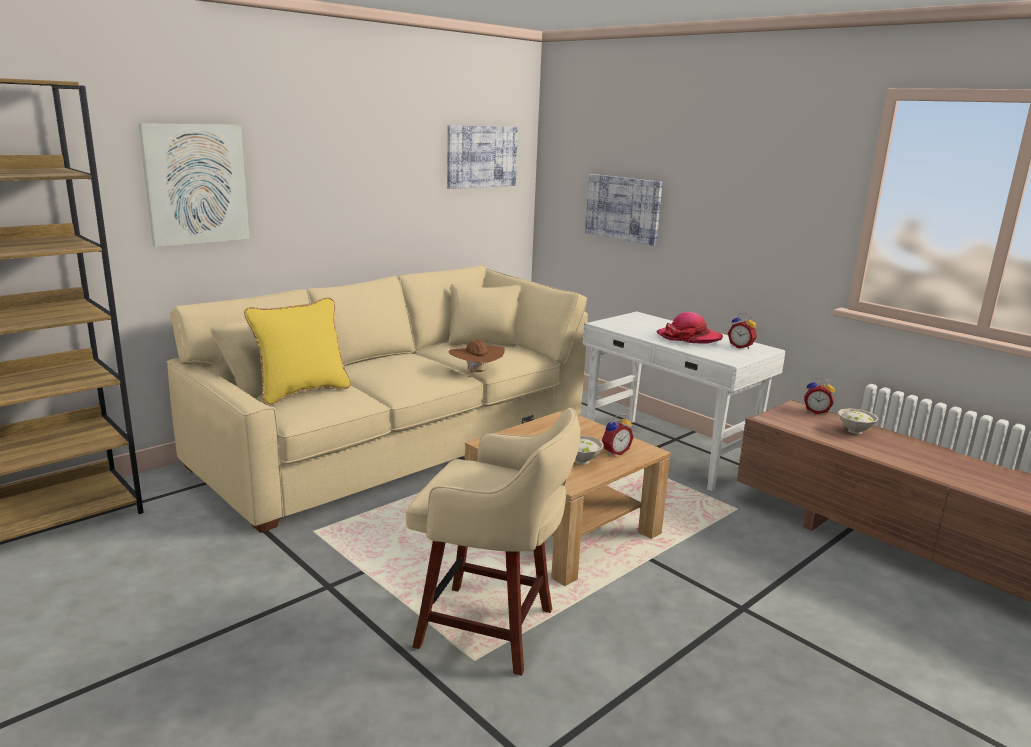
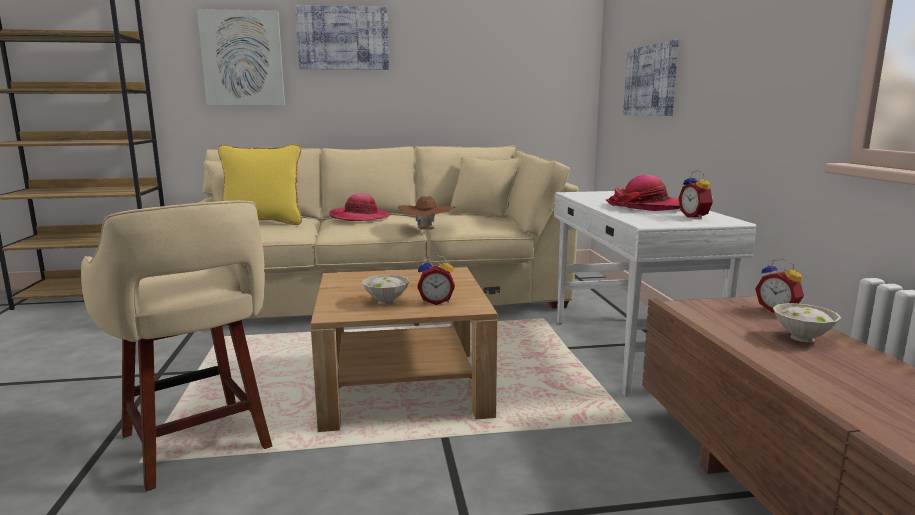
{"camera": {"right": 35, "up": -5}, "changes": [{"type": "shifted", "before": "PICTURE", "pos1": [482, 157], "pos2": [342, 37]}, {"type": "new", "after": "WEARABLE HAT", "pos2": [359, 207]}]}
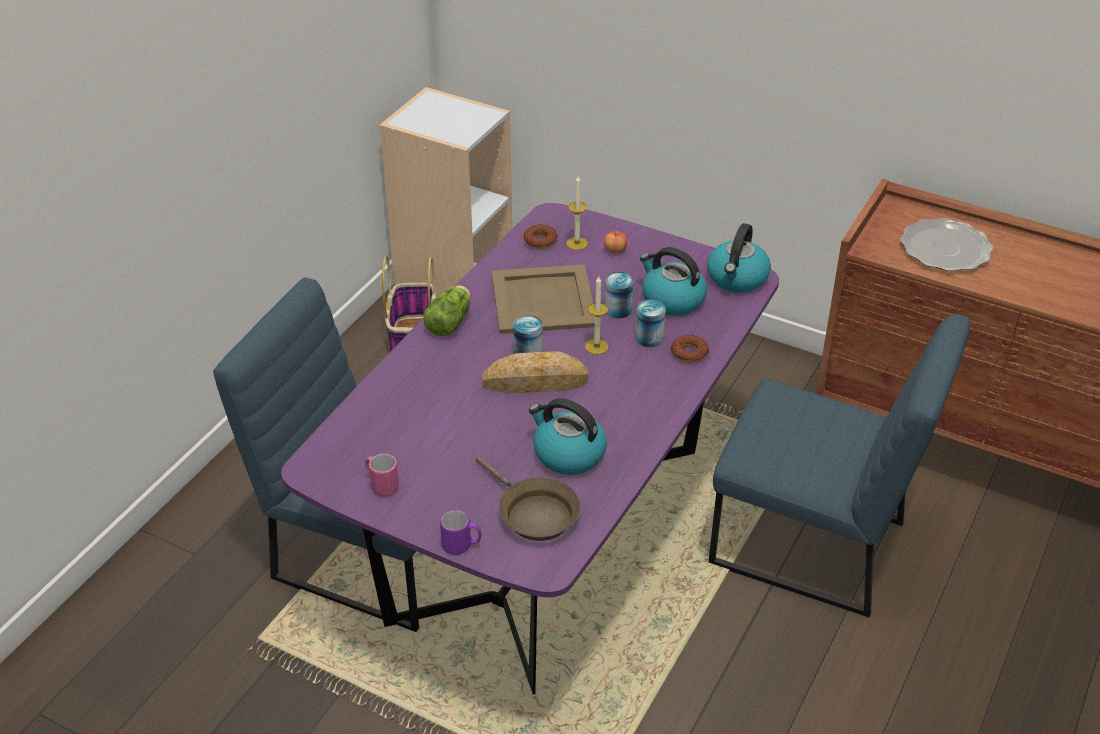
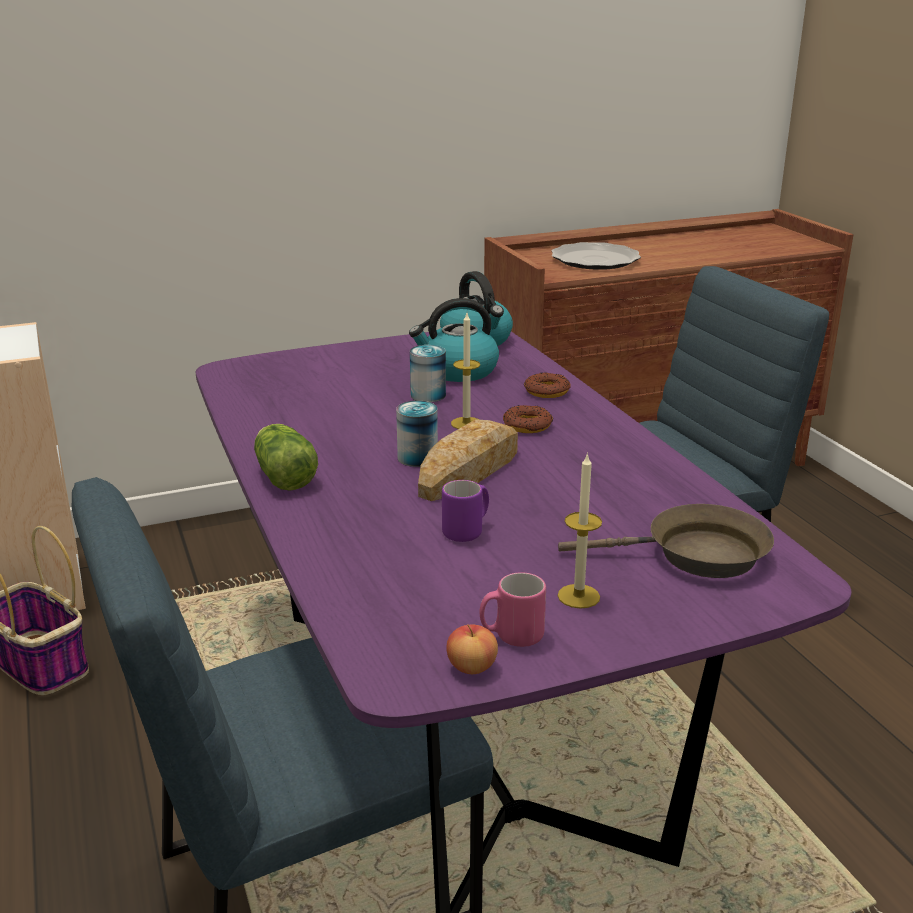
{"camera": {"right": -50, "up": -15}, "changes": [{"type": "shifted", "before": "PURPLISH TEA MUG", "pos1": [460, 532], "pos2": [465, 511]}, {"type": "gone", "before": "BEIGE-COLOURED SERVING TRAY", "pos1": [543, 299]}, {"type": "shifted", "before": "DONUT", "pos1": [540, 236], "pos2": [528, 419]}, {"type": "gone", "before": "WATER KETTLE", "pos1": [568, 436]}, {"type": "shifted", "before": "CANDLE", "pos1": [577, 213], "pos2": [580, 531]}, {"type": "shifted", "before": "APPLE FRUIT", "pos1": [615, 242], "pos2": [472, 649]}, {"type": "gone", "before": "CAN", "pos1": [650, 323]}]}
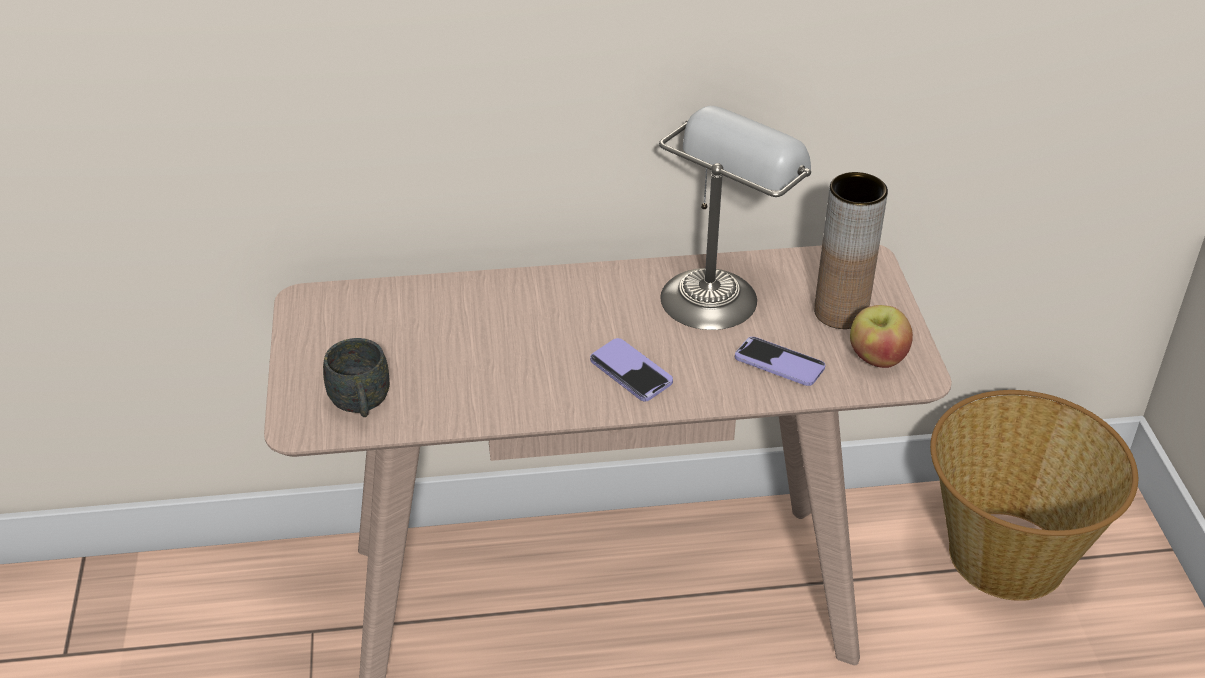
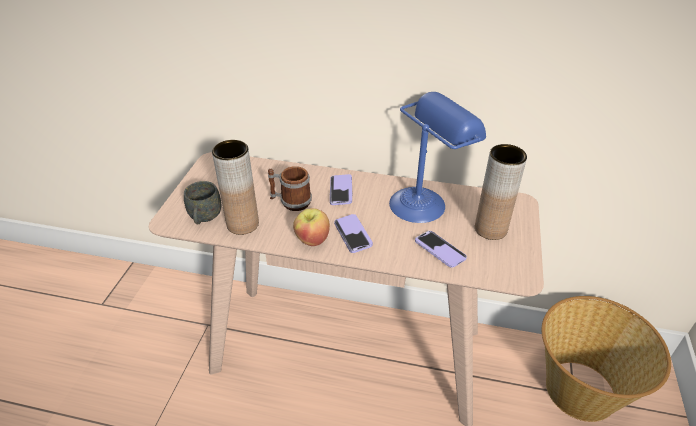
{"camera": {"right": 20, "up": 0}, "changes": [{"type": "repainted", "before": "WHITISH LAMP FOR A TABLE", "after": "BLUE-COLOURED LAMP FOR A TABLE", "pos1": [735, 218], "pos2": [437, 157]}, {"type": "shifted", "before": "APPLE FRUIT", "pos1": [881, 336], "pos2": [311, 227]}, {"type": "new", "after": "BROWNISH FLOWER VASE", "pos2": [235, 187]}, {"type": "new", "after": "TEA MUG", "pos2": [290, 188]}, {"type": "new", "after": "PHONE", "pos2": [341, 189]}]}
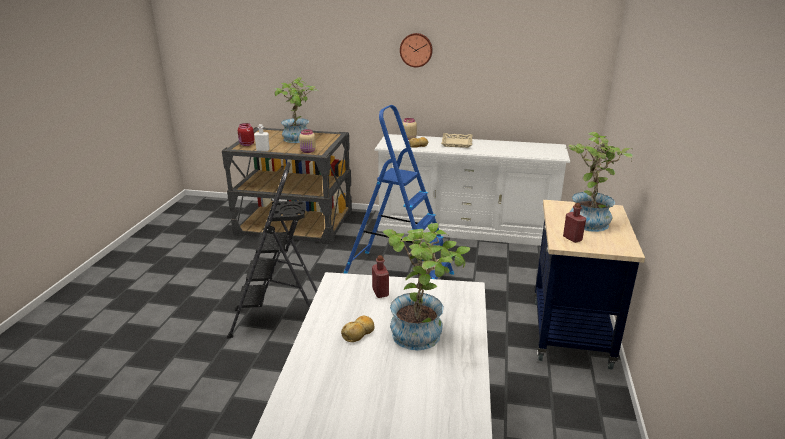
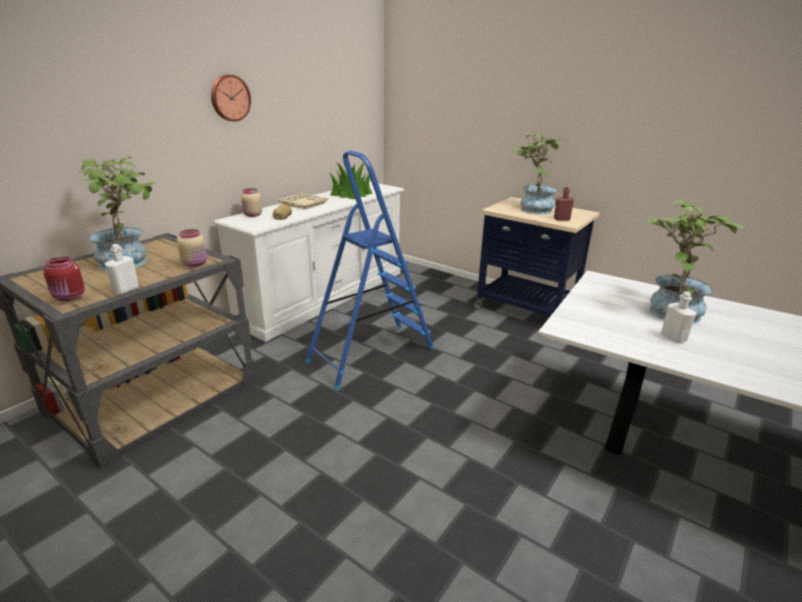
{"camera": {"right": -65, "up": 0}, "changes": [{"type": "gone", "before": "STEPLADDER", "pos1": [272, 250]}, {"type": "swapped", "before": "BAKERY BREAD", "after": "WHITISH BOTTLE", "pos1": [358, 329], "pos2": [678, 317]}, {"type": "gone", "before": "REDDISH BOTTLE", "pos1": [380, 276]}, {"type": "new", "after": "PLANT IN A POT", "pos2": [351, 180]}]}
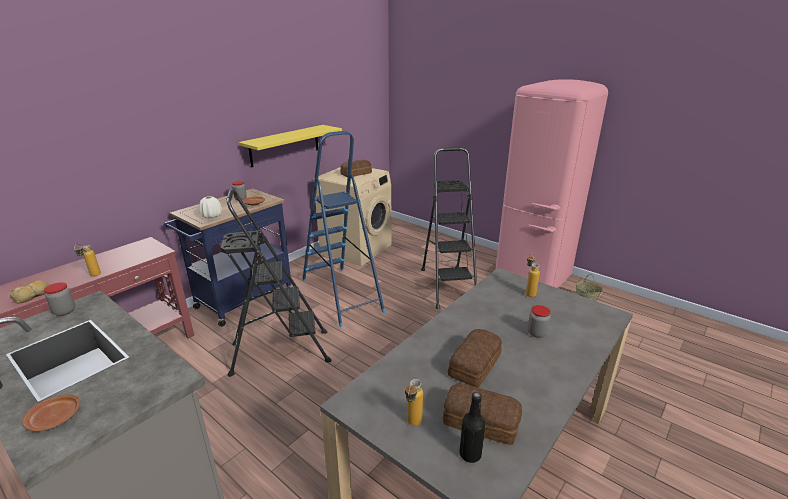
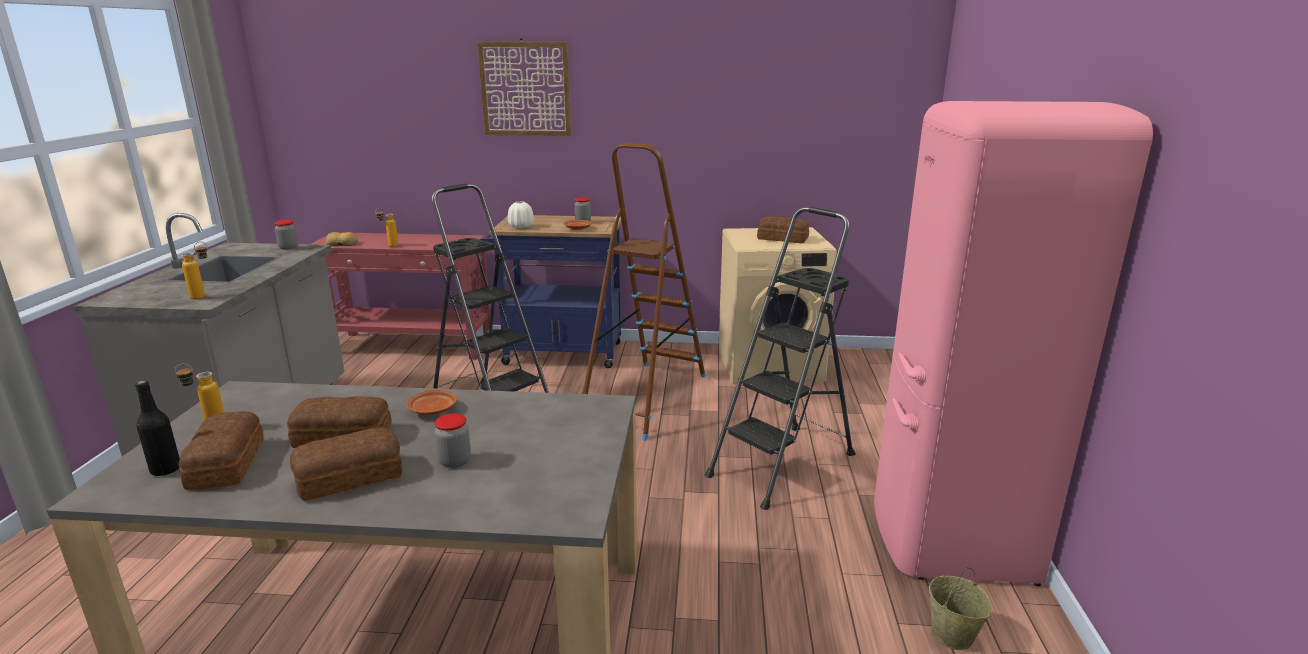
{"camera": {"right": 55, "up": -5}, "changes": [{"type": "shifted", "before": "BROWNISH PLATE", "pos1": [51, 413], "pos2": [432, 402]}, {"type": "gone", "before": "YELLOW SHELF", "pos1": [290, 146]}, {"type": "repainted", "before": "BLUE-COLOURED STEPLADDER", "after": "BROWNISH STEPLADDER", "pos1": [343, 229], "pos2": [644, 292]}, {"type": "shifted", "before": "BOTTLE", "pos1": [533, 275], "pos2": [194, 270]}, {"type": "new", "after": "BAKERY BREAD", "pos2": [346, 464]}, {"type": "new", "after": "PICTURE", "pos2": [524, 87]}]}
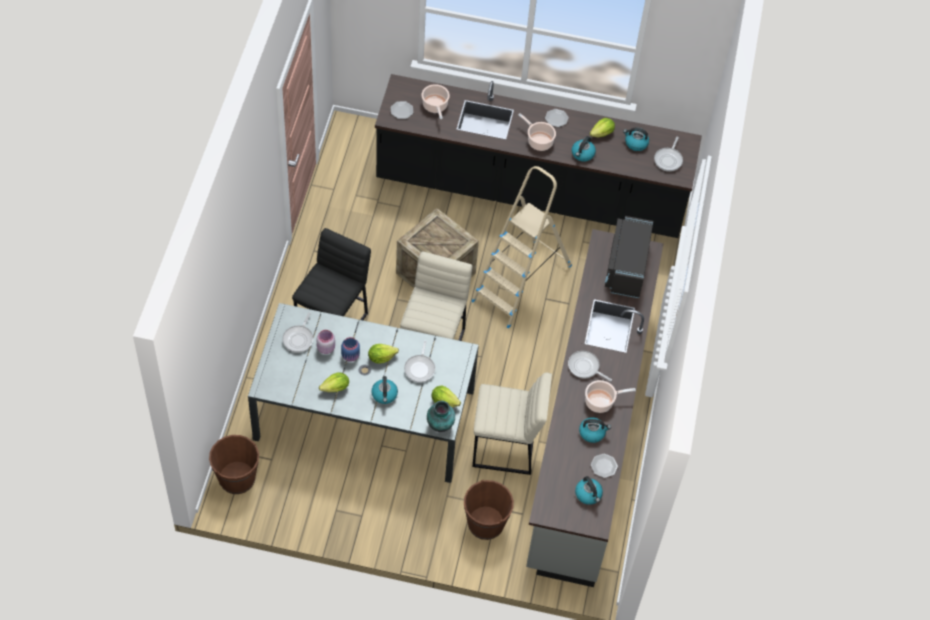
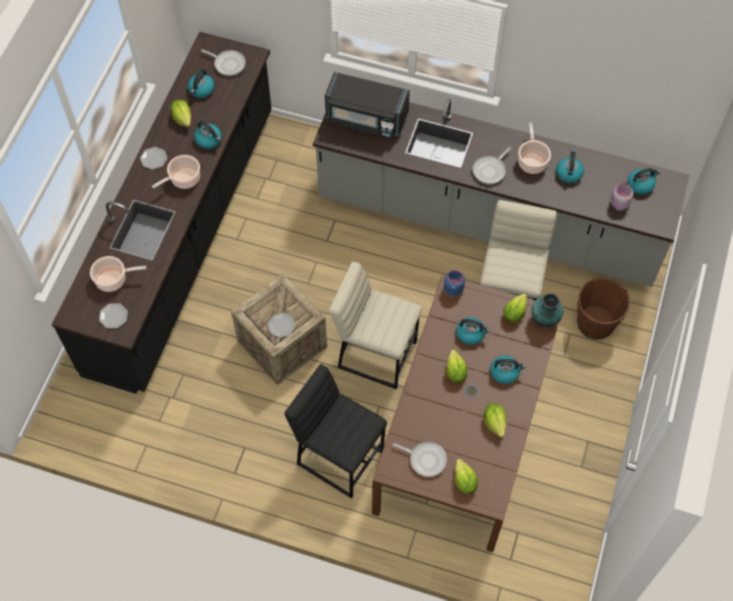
{"camera": {"right": -80, "up": 5}, "changes": [{"type": "gone", "before": "BROWNISH WATER BUCKET", "pos1": [234, 464]}, {"type": "repainted", "before": "GRAY DINING TABLE", "after": "BROWNISH DINING TABLE", "pos1": [363, 393], "pos2": [465, 413]}, {"type": "shifted", "before": "PINKISH PRESERVE JAR", "pos1": [325, 342], "pos2": [622, 196]}, {"type": "shifted", "before": "BLUE-COLOURED PRESERVE JAR", "pos1": [350, 349], "pos2": [454, 283]}, {"type": "swapped", "before": "FRYING PAN", "after": "WATER KETTLE", "pos1": [419, 361], "pos2": [473, 331]}, {"type": "gone", "before": "BEIGE-COLOURED STEPLADDER", "pos1": [522, 247]}, {"type": "shifted", "before": "PLATE", "pos1": [604, 466], "pos2": [282, 325]}, {"type": "new", "after": "LETTUCE", "pos2": [466, 476]}]}
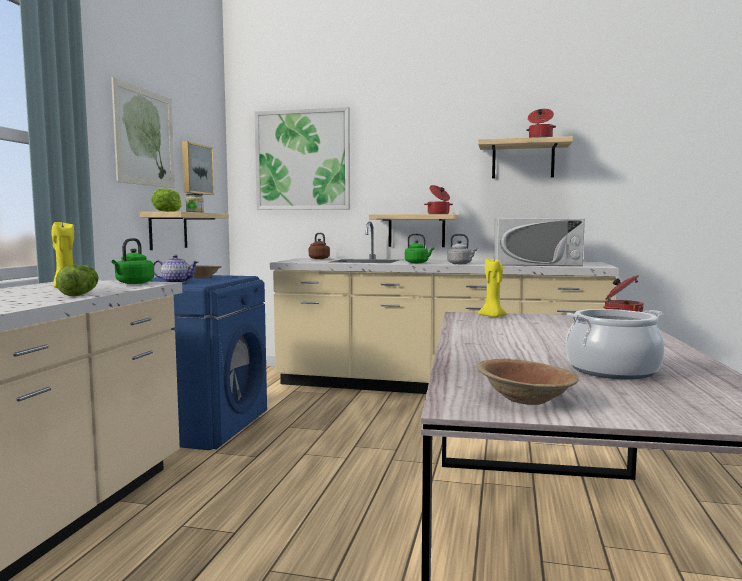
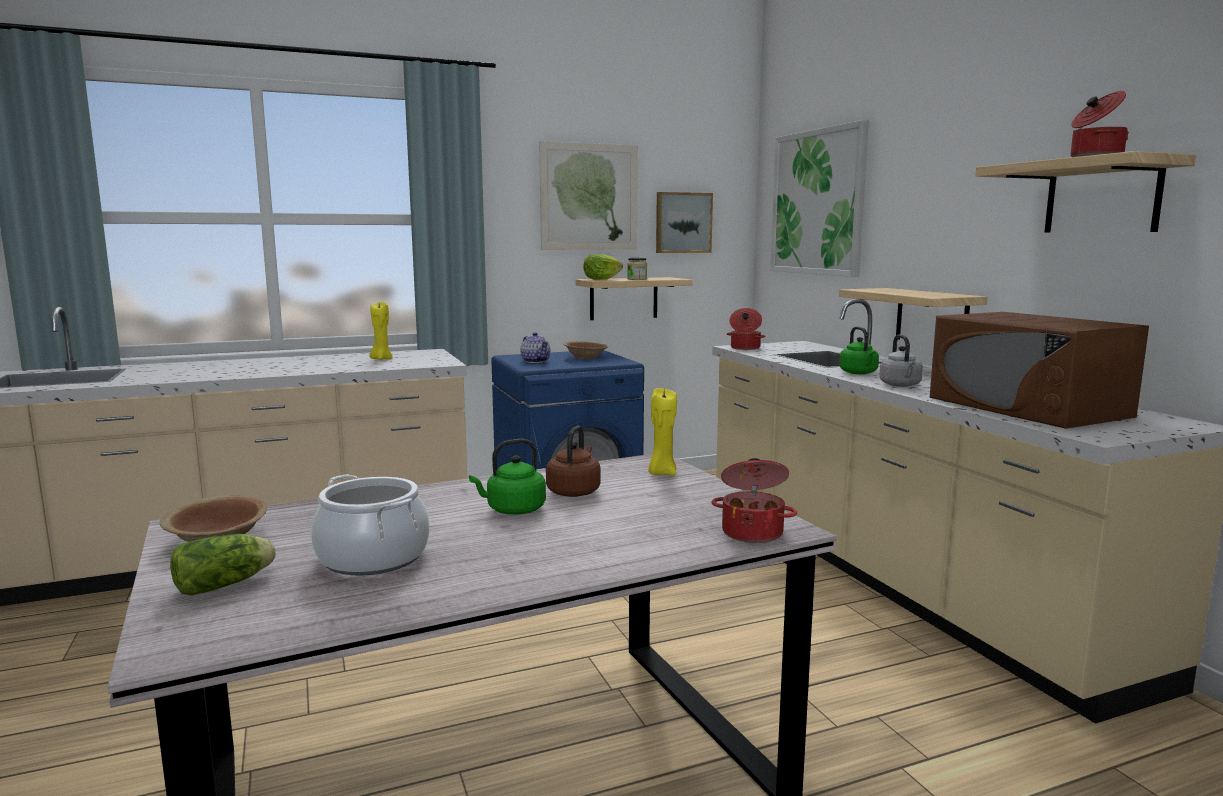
{"camera": {"right": 55, "up": 5}, "changes": [{"type": "shifted", "before": "LETTUCE", "pos1": [77, 280], "pos2": [223, 564]}, {"type": "shifted", "before": "GREEN WATER KETTLE", "pos1": [133, 261], "pos2": [507, 477]}, {"type": "shifted", "before": "BROWNISH WATER KETTLE", "pos1": [319, 246], "pos2": [573, 461]}, {"type": "shifted", "before": "STOCKPOT", "pos1": [438, 199], "pos2": [746, 329]}, {"type": "repainted", "before": "WHITISH MICROWAVE OVEN", "after": "BROWNISH MICROWAVE OVEN", "pos1": [539, 242], "pos2": [1039, 370]}]}
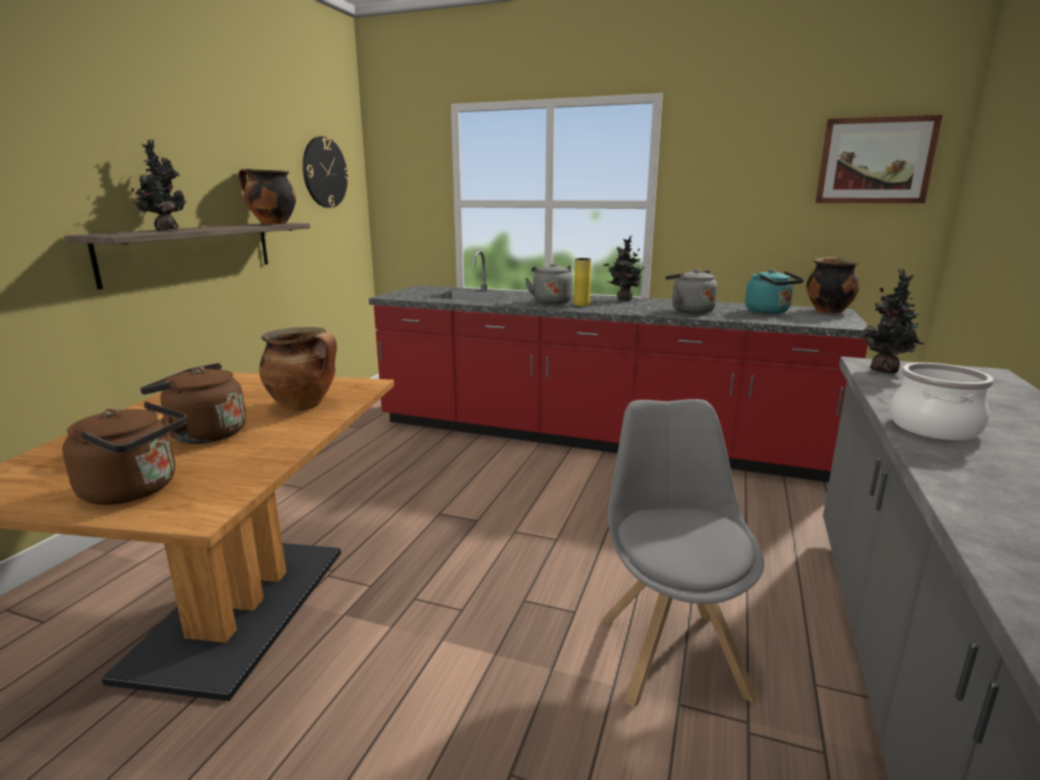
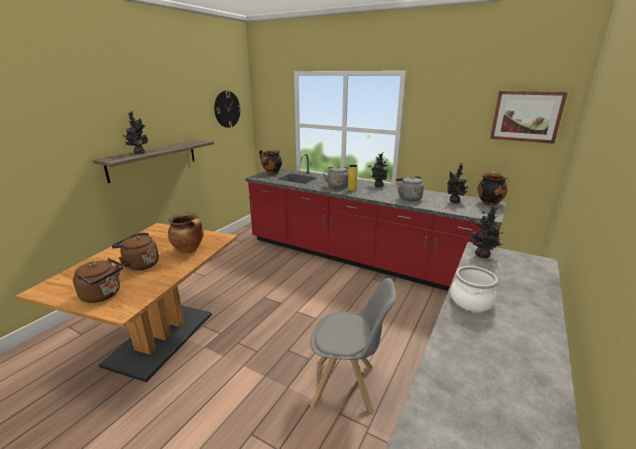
{"camera": {"right": 10, "up": 5}, "changes": [{"type": "shifted", "before": "STOCKPOT", "pos1": [267, 196], "pos2": [270, 161]}, {"type": "rotated", "before": "GRAY PLAIN CHAIR", "pos1": [682, 553], "pos2": [353, 346], "turn": 90}, {"type": "swapped", "before": "TURQUOISE-COLOURED WATER KETTLE", "after": "PLANT IN A POT", "pos1": [774, 291], "pos2": [457, 183]}]}
